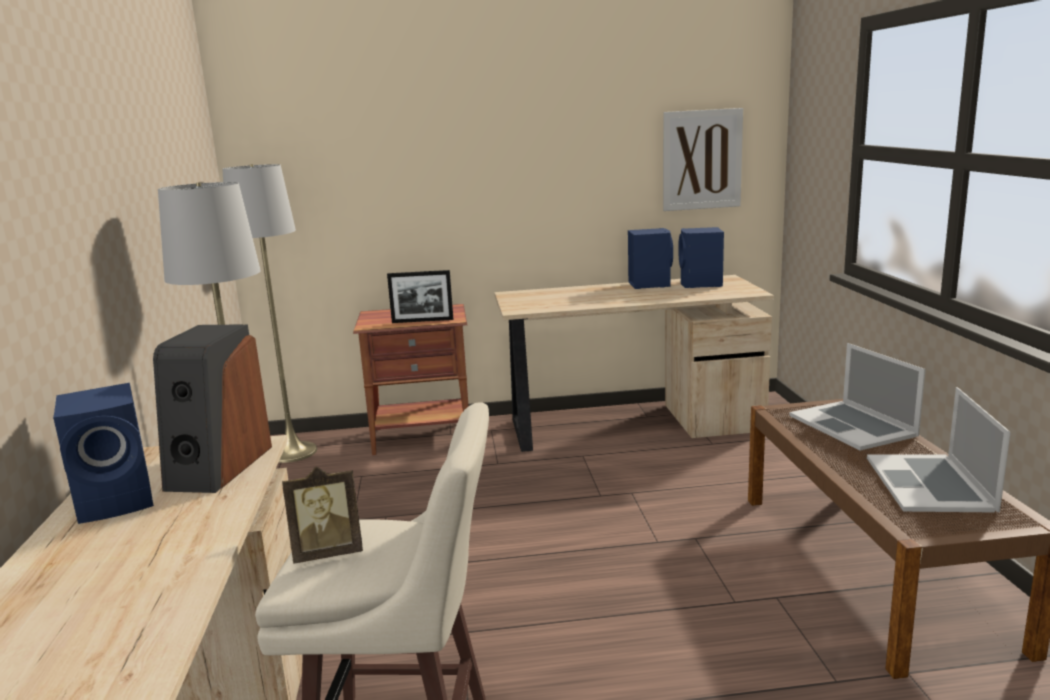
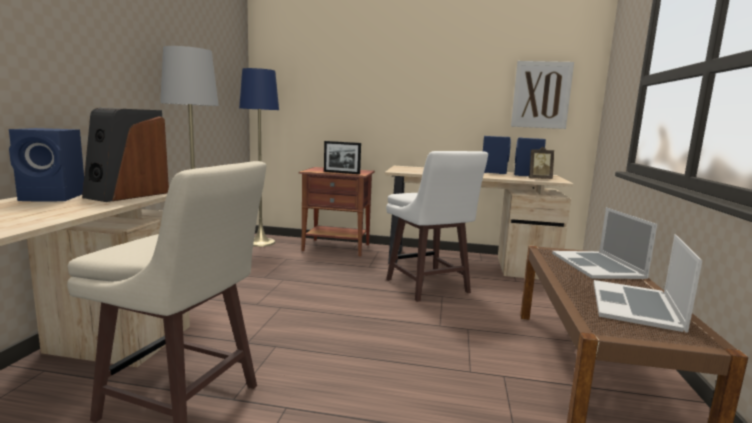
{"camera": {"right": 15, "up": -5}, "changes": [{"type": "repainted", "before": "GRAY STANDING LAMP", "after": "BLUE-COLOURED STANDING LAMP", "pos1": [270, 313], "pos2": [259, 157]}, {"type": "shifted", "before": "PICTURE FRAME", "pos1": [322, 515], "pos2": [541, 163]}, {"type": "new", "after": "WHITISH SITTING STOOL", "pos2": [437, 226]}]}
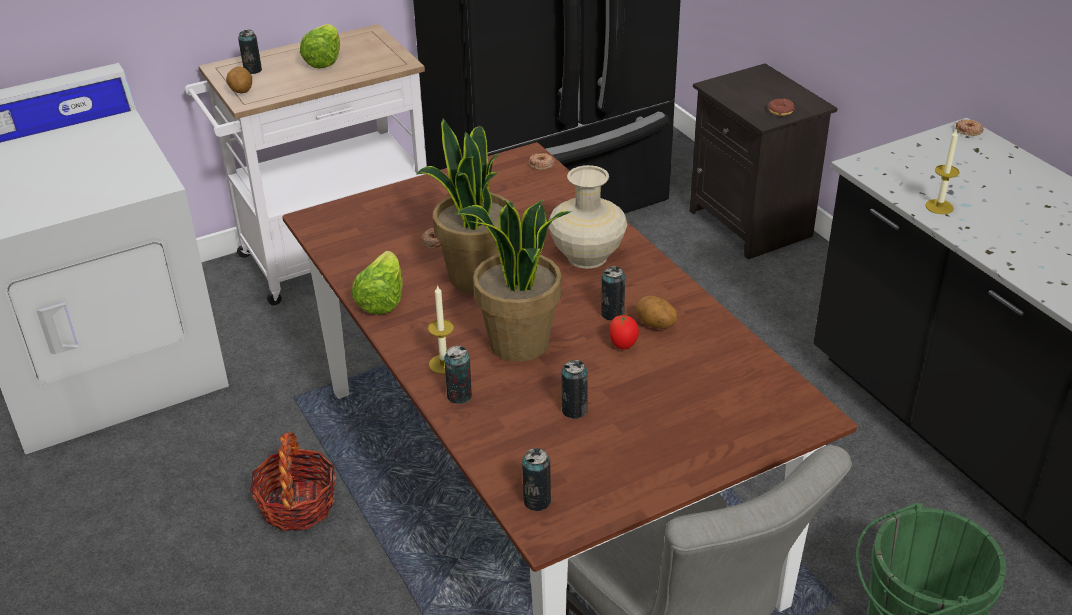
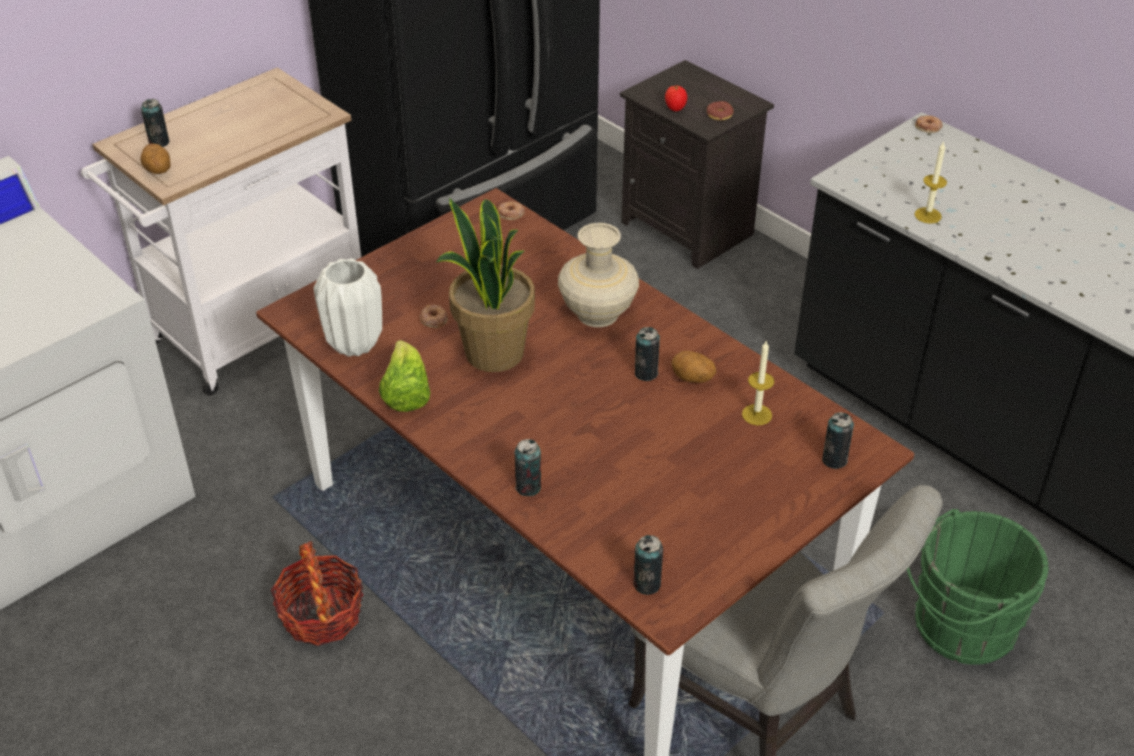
{"camera": {"right": -15, "up": 5}, "changes": [{"type": "gone", "before": "LETTUCE", "pos1": [320, 46]}, {"type": "shifted", "before": "CANDLE", "pos1": [441, 329], "pos2": [758, 383]}, {"type": "gone", "before": "PLANT IN A POT", "pos1": [513, 280]}, {"type": "shifted", "before": "CAN", "pos1": [575, 389], "pos2": [838, 440]}, {"type": "shifted", "before": "TOMATO", "pos1": [624, 332], "pos2": [676, 98]}, {"type": "new", "after": "WHITISH FLOWER VASE", "pos2": [347, 307]}]}
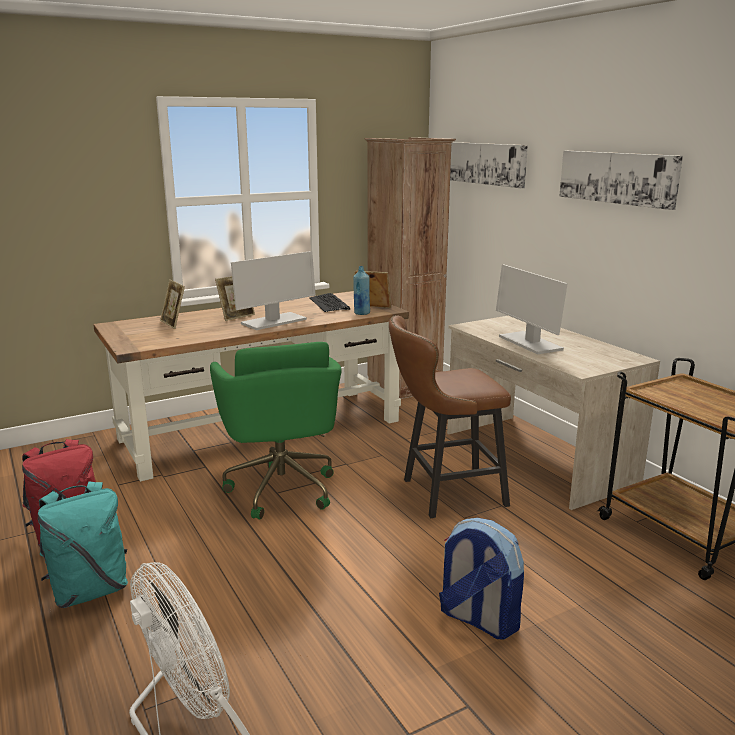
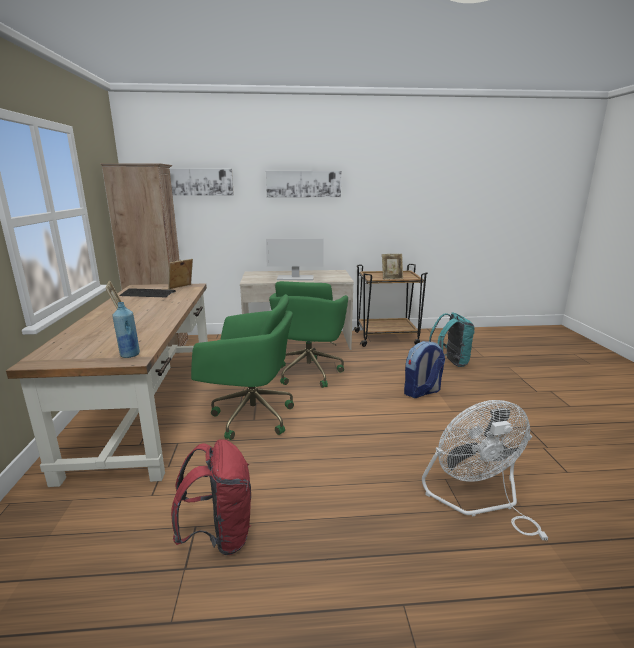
{"camera": {"right": -65, "up": 0}, "changes": [{"type": "shifted", "before": "TURQUOISE-COLOURED KNAPSACK", "pos1": [83, 544], "pos2": [452, 340]}, {"type": "shifted", "before": "PICTURE FRAME", "pos1": [172, 304], "pos2": [392, 266]}, {"type": "gone", "before": "COMPUTER SCREEN", "pos1": [273, 290]}, {"type": "shifted", "before": "BLUE-COLOURED BOTTLE", "pos1": [361, 290], "pos2": [126, 330]}, {"type": "swapped", "before": "BROWNISH SITTING STOOL", "after": "GREEN COMPUTER CHAIR", "pos1": [450, 416], "pos2": [308, 334]}]}
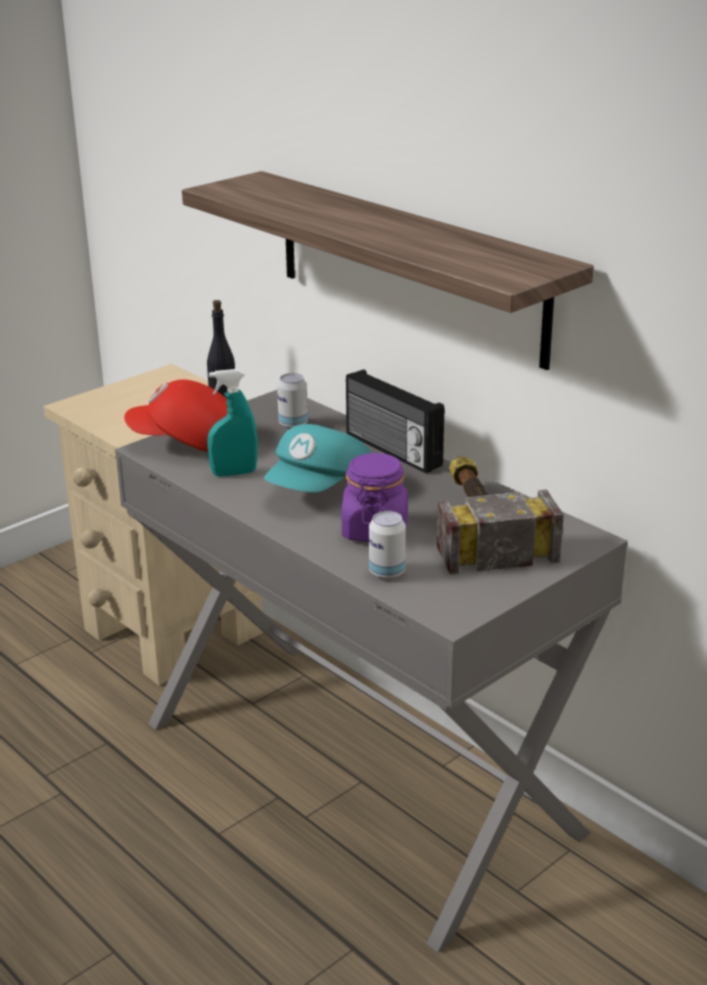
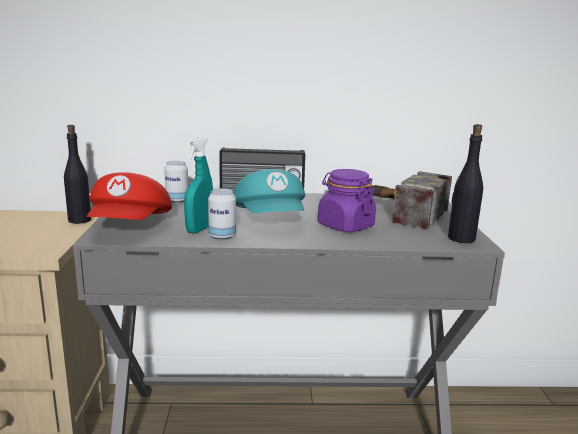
{"camera": {"right": -50, "up": -10}, "changes": [{"type": "rotated", "before": "REDDISH PEAKED CAP", "pos1": [176, 415], "pos2": [129, 196], "turn": -45}, {"type": "gone", "before": "SHELF", "pos1": [388, 270]}, {"type": "shifted", "before": "CAN", "pos1": [387, 545], "pos2": [222, 214]}, {"type": "new", "after": "BLACK-COLOURED BOTTLE", "pos2": [465, 183]}]}
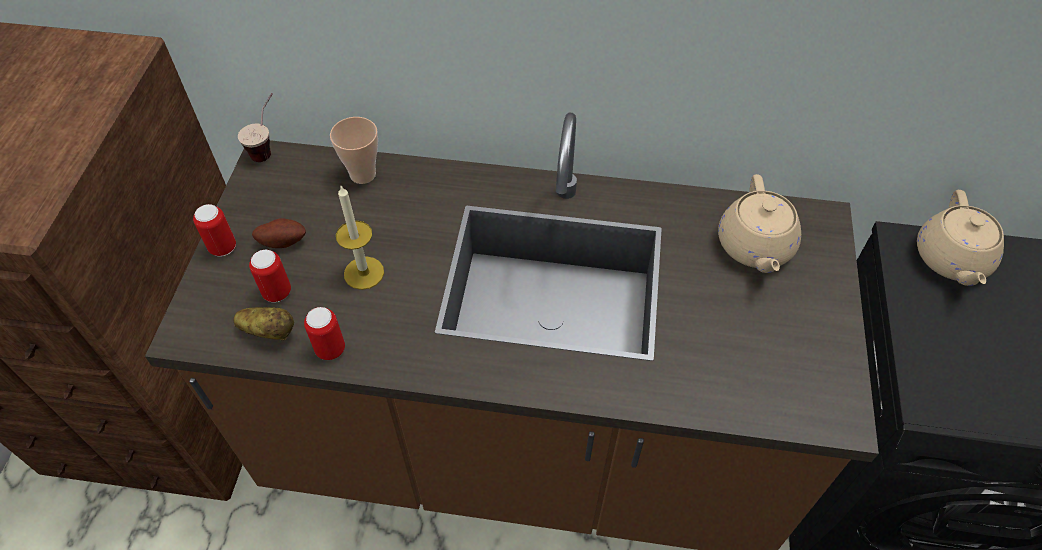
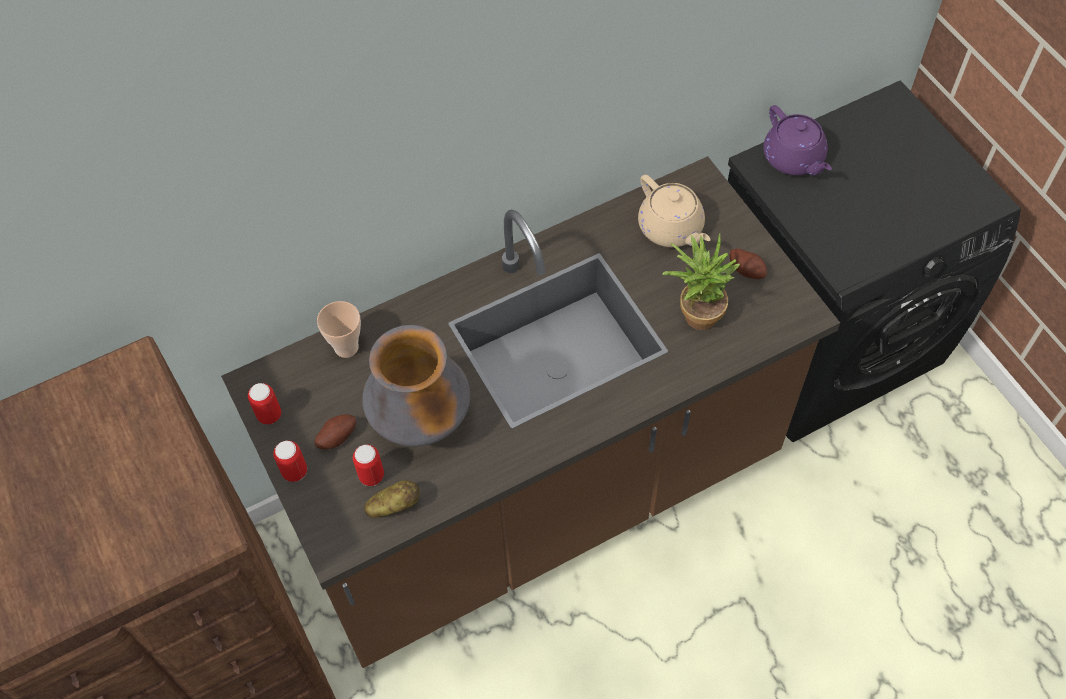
{"camera": {"right": -35, "up": 5}, "changes": [{"type": "gone", "before": "SMALL CUP", "pos1": [255, 127]}, {"type": "shifted", "before": "CAN", "pos1": [324, 333], "pos2": [264, 403]}, {"type": "swapped", "before": "CANDLE", "after": "FLOWER VASE", "pos1": [360, 238], "pos2": [416, 385]}, {"type": "repainted", "before": "BEIGE-COLOURED TEA POT", "after": "PURPLISH TEA POT", "pos1": [960, 238], "pos2": [797, 140]}, {"type": "new", "after": "PLANT IN A POT", "pos2": [701, 281]}, {"type": "new", "after": "WHOLE POTATO", "pos2": [748, 264]}]}
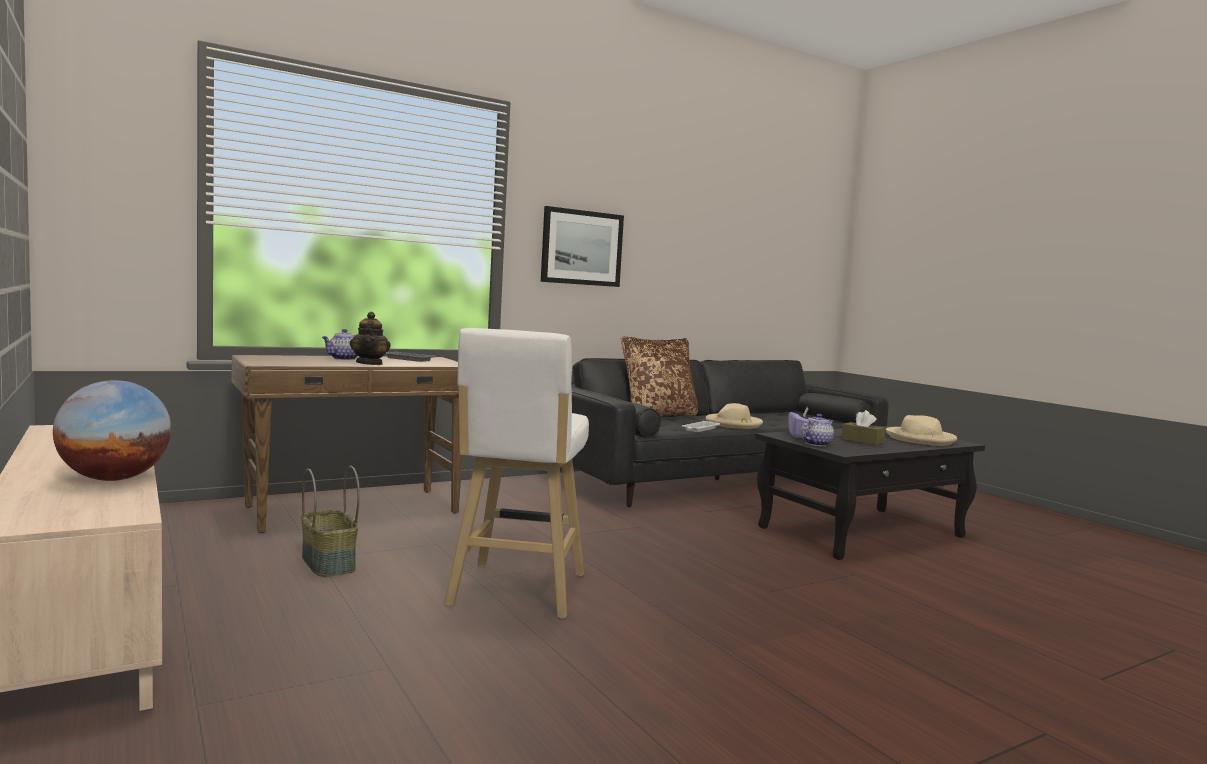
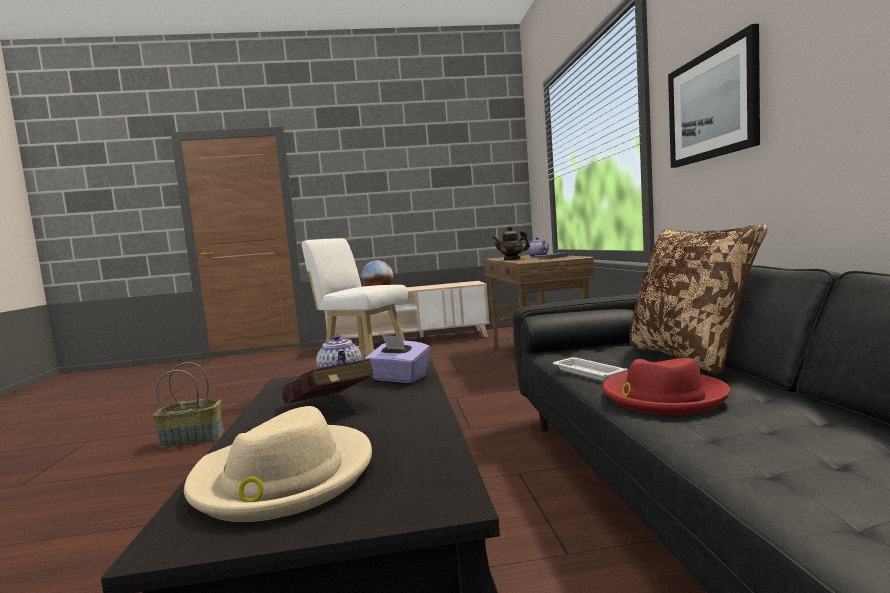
{"camera": {"right": 115, "up": 0}, "changes": [{"type": "shifted", "before": "HOUSEHOLD BASKET", "pos1": [330, 521], "pos2": [188, 405]}, {"type": "repainted", "before": "BEIGE-COLOURED WEARABLE HAT", "after": "REDDISH WEARABLE HAT", "pos1": [734, 416], "pos2": [666, 386]}, {"type": "swapped", "before": "BROWNISH TISSUE HOLDER", "after": "REDDISH VOLUME", "pos1": [863, 427], "pos2": [328, 381]}]}
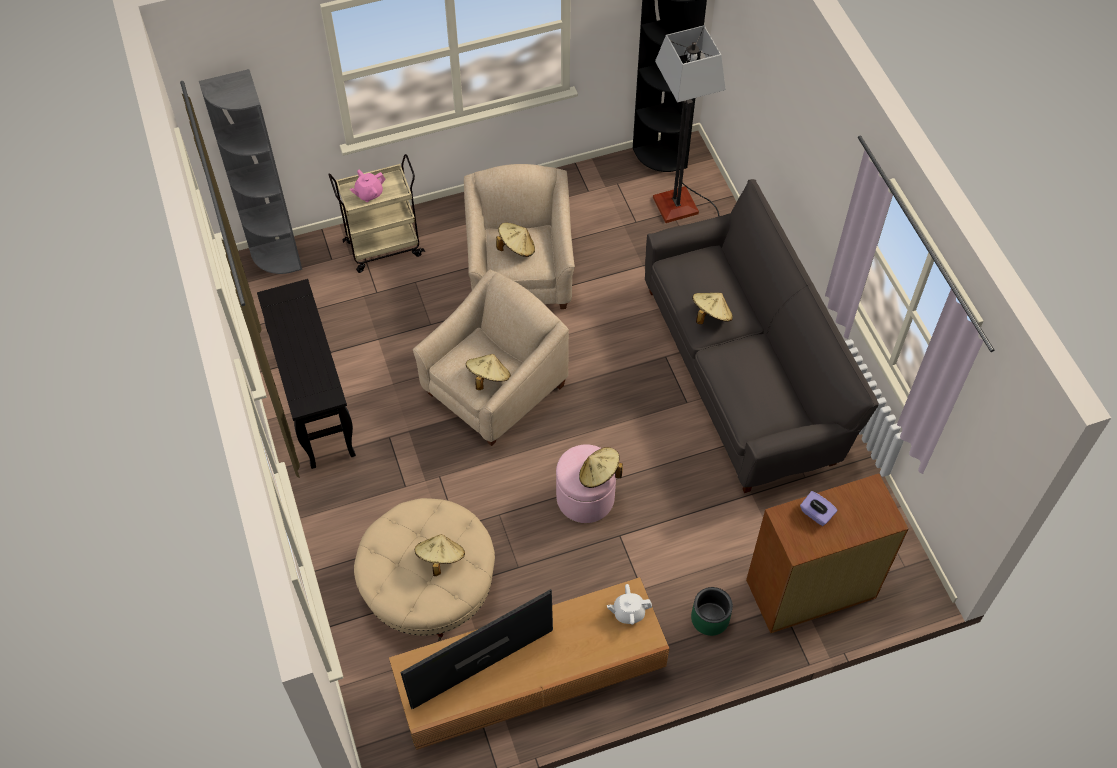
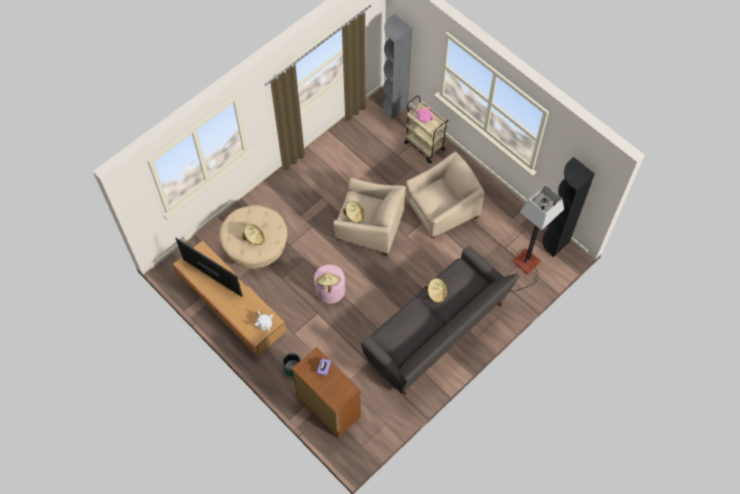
{"camera": {"right": 65, "up": 5}, "changes": [{"type": "gone", "before": "BLACK-COLOURED NARROW TABLE", "pos1": [306, 374]}, {"type": "gone", "before": "BEIGE-COLOURED WEARABLE HAT", "pos1": [515, 240]}]}
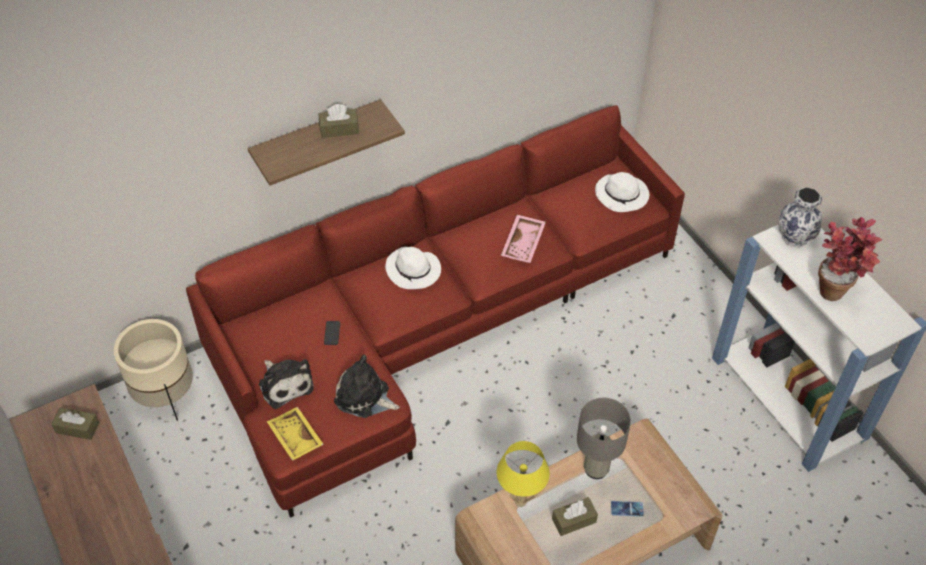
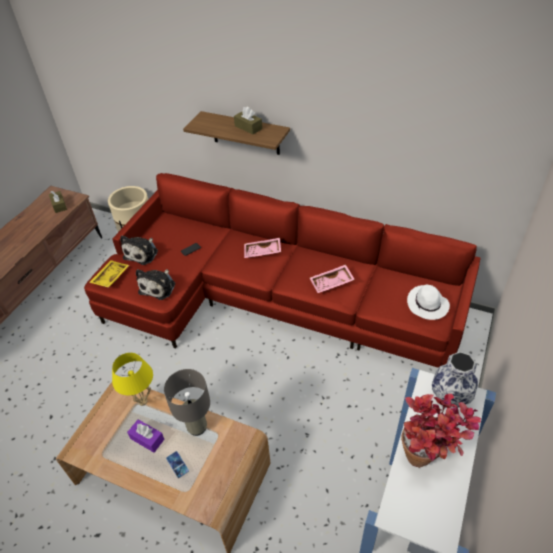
{"camera": {"right": 55, "up": -5}, "changes": [{"type": "rotated", "before": "SOFT TOY", "pos1": [367, 386], "pos2": [155, 284], "turn": -150}, {"type": "swapped", "before": "WHITISH WEARABLE HAT", "after": "PINKISH SERVING TRAY", "pos1": [413, 268], "pos2": [262, 248]}, {"type": "repainted", "before": "BROWNISH TISSUE HOLDER", "after": "PURPLISH TISSUE HOLDER", "pos1": [575, 516], "pos2": [145, 436]}]}
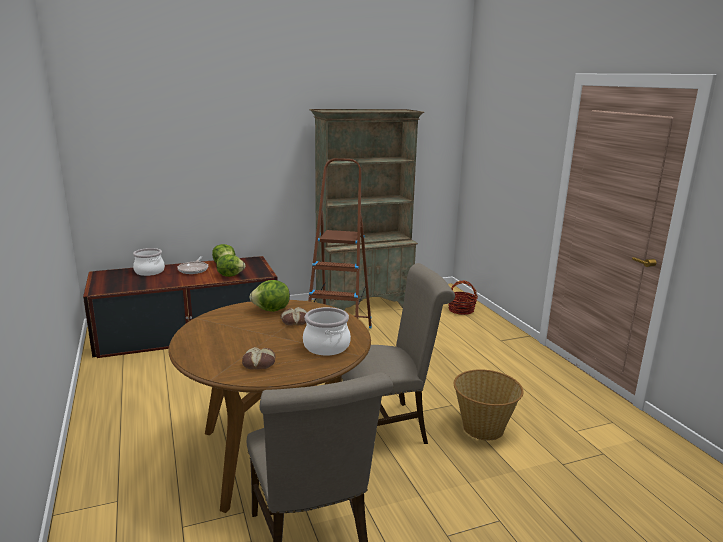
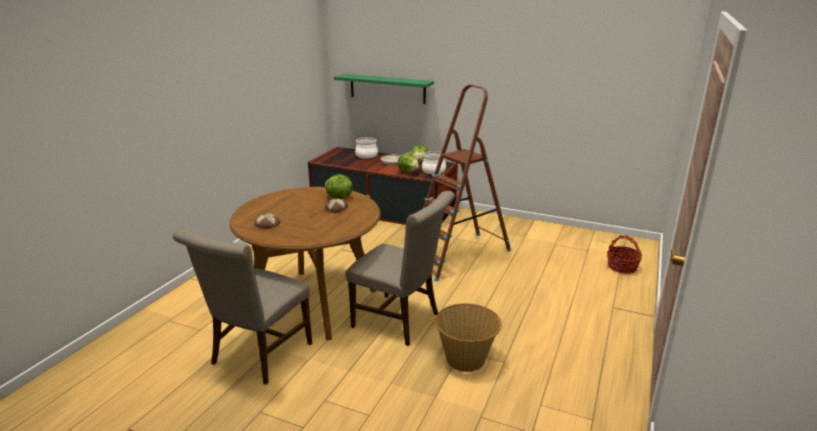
{"camera": {"right": 45, "up": 5}, "changes": [{"type": "shifted", "before": "STOCKPOT", "pos1": [327, 331], "pos2": [434, 162]}, {"type": "gone", "before": "GREEN BOOKSHELF", "pos1": [366, 209]}, {"type": "new", "after": "GREEN SHELF", "pos2": [384, 89]}]}
